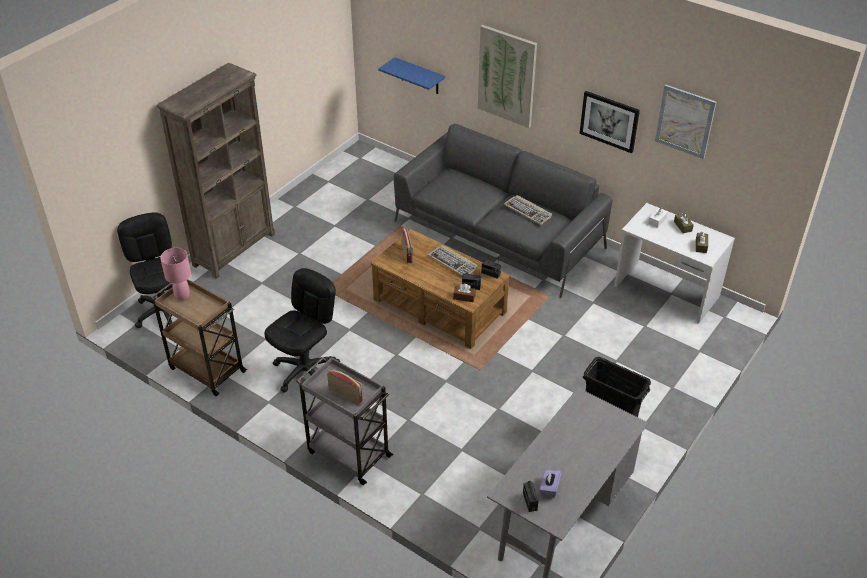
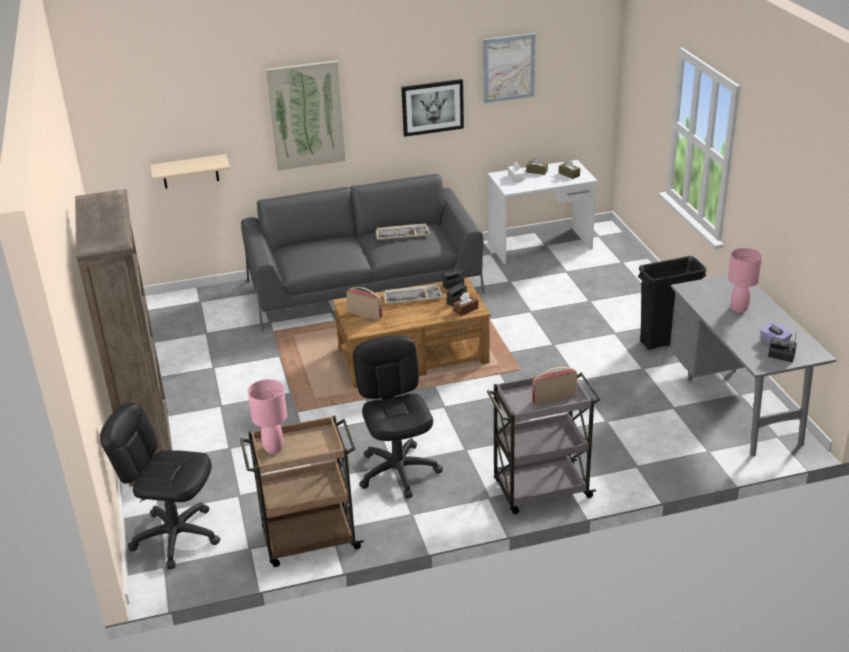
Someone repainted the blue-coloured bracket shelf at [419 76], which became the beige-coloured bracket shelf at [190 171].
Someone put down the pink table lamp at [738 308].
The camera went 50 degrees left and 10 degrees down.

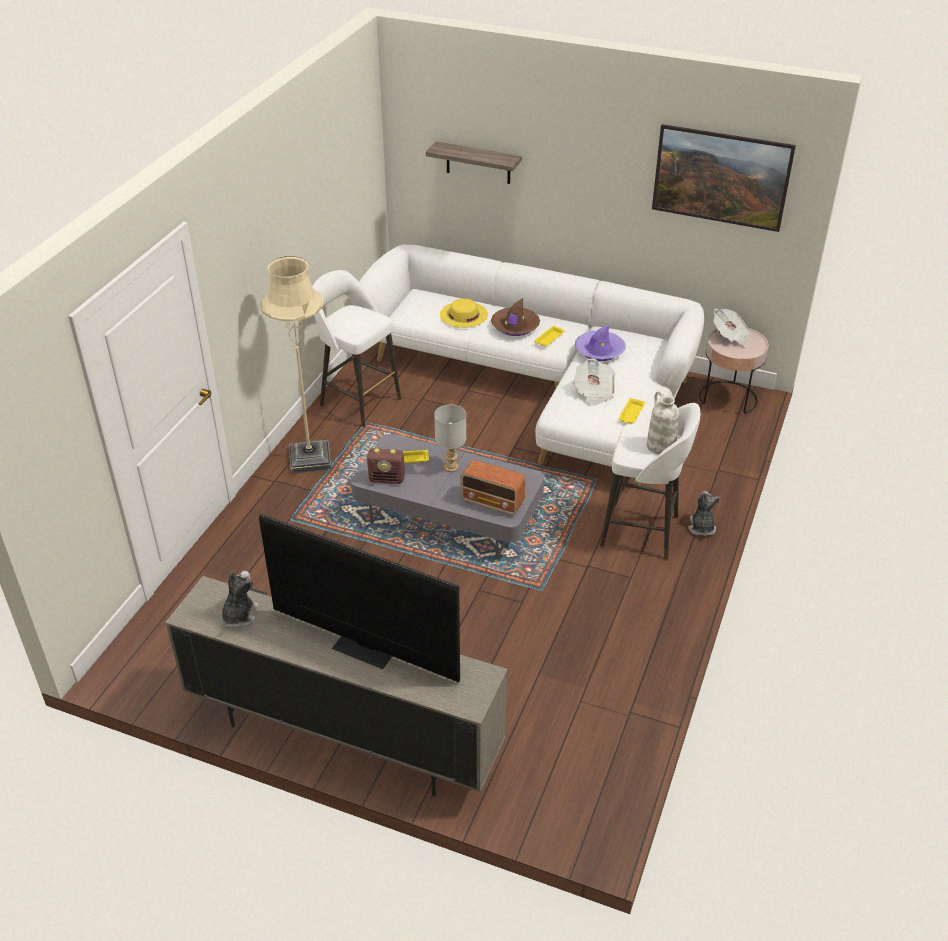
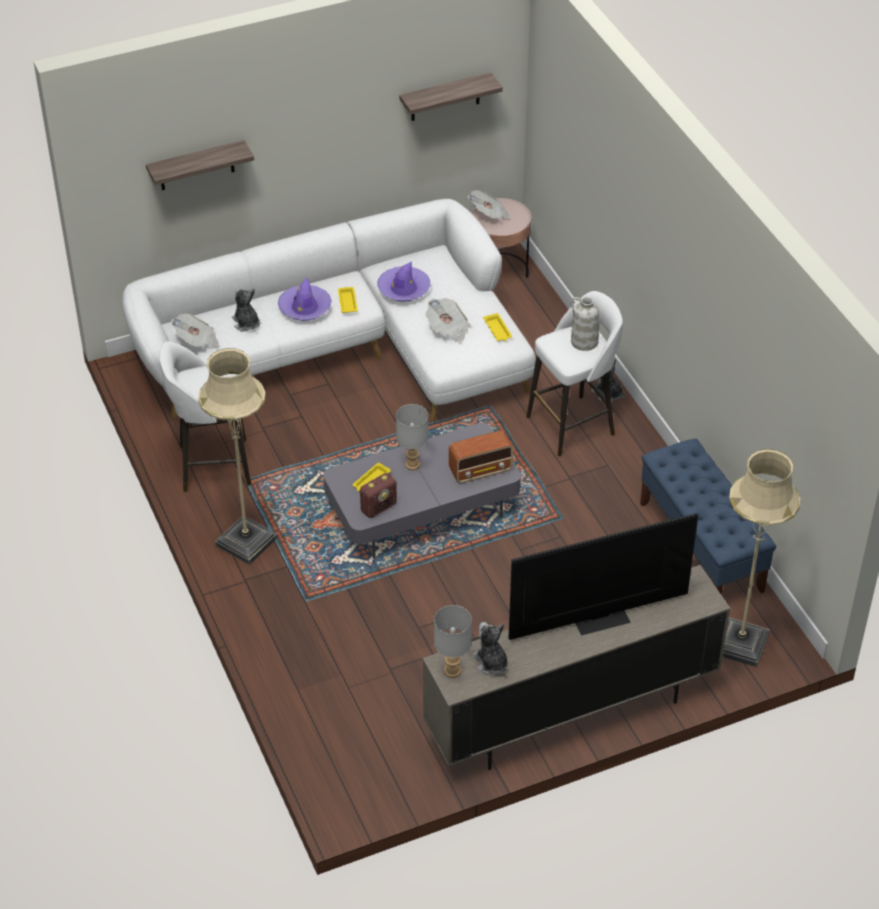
Someone put down the newspaper at [197 341].
Someone swapped the yellowish hat at [463 314] for the plush toy at [246 323].
Someone repainted the brownish hat at [515 326], which became the purplish hat at [305 308].
Someone swapped the picture at [718 198] for the bracket shelf at [445 97].
Someone put down the gray table lamp at [453 670].
Someone put down the blue-coloured indoor bench at [701 547].
Someone put down the beige-coloured standing lamp at [740 644].
The camera went 45 degrees left and 5 degrees up.

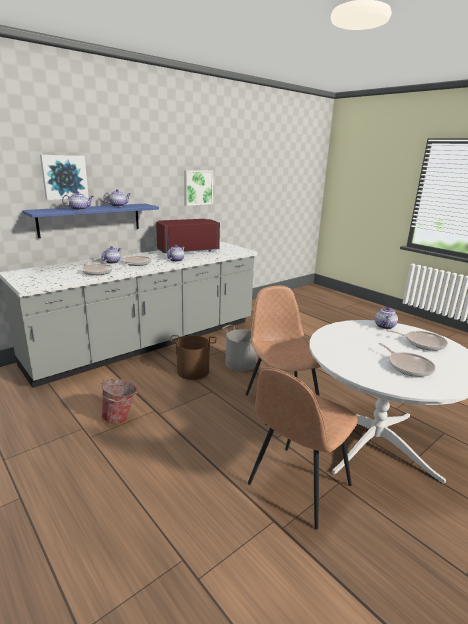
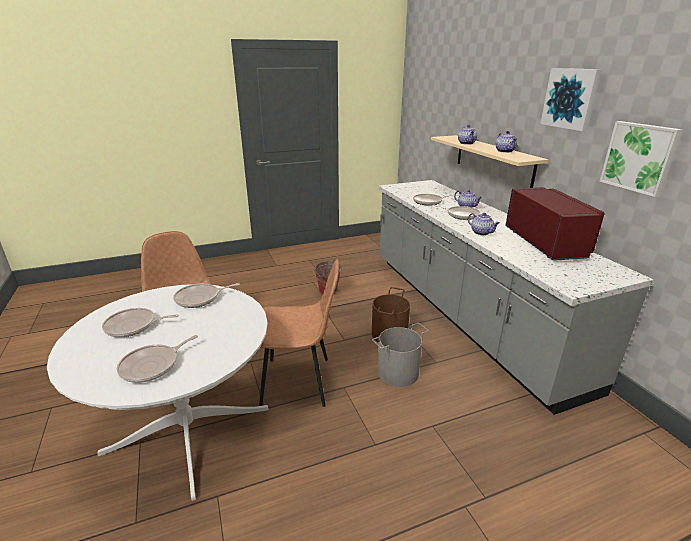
Someone put down the frying pan at [200 298].
Someone repainted the blue-coloured bracket shelf at [90 219], which became the beige-coloured bracket shelf at [493 160].
Someone carried the picture from [64 177] to [571 98].
Someone took away the teapot at [384 326].
The camera went 110 degrees right and 5 degrees up.

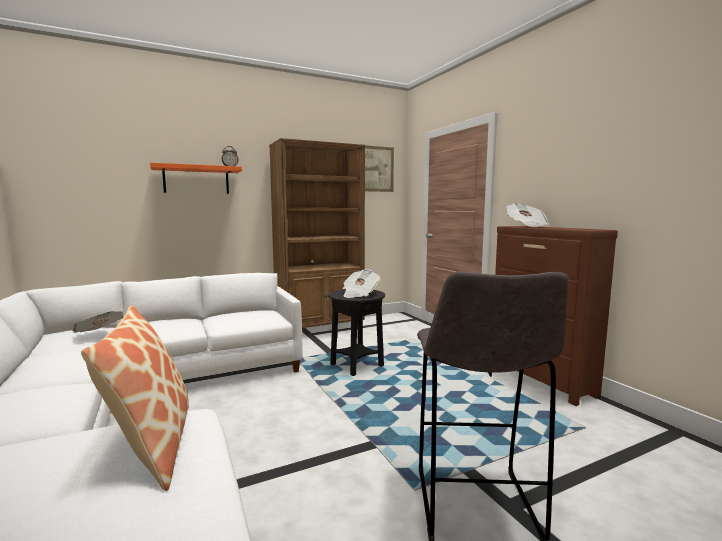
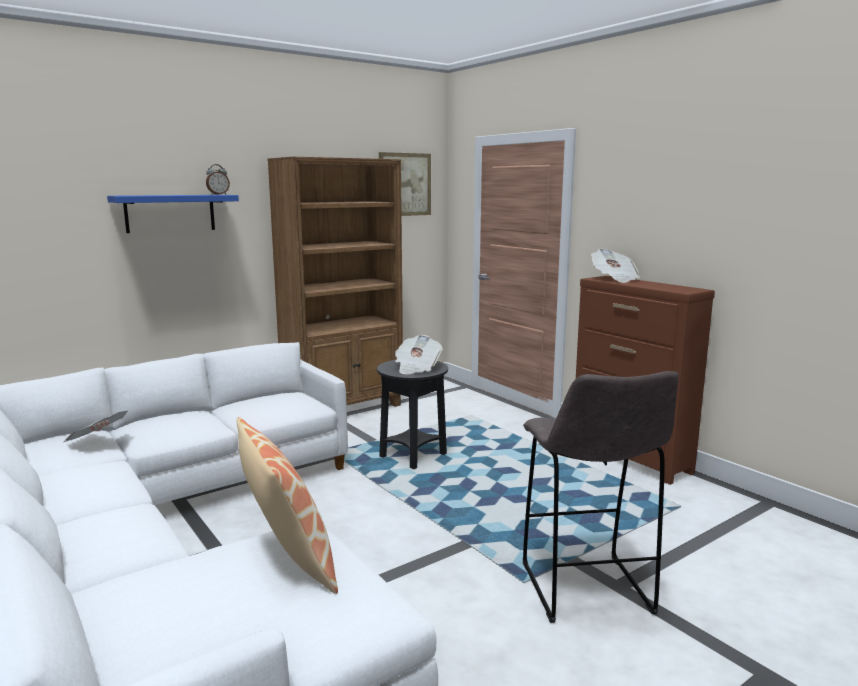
Someone repainted the orange-coloured bracket shelf at [196 180], which became the blue-coloured bracket shelf at [170 213].
The camera went 10 degrees left and 5 degrees up.

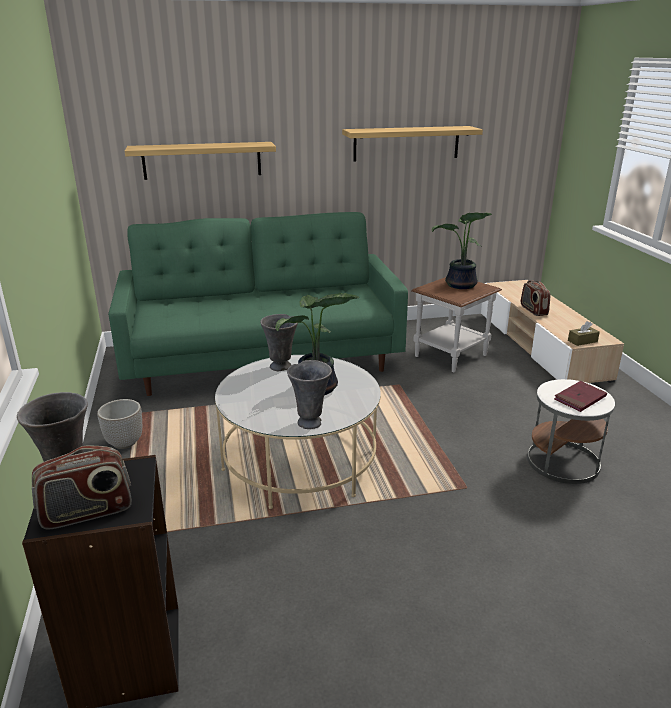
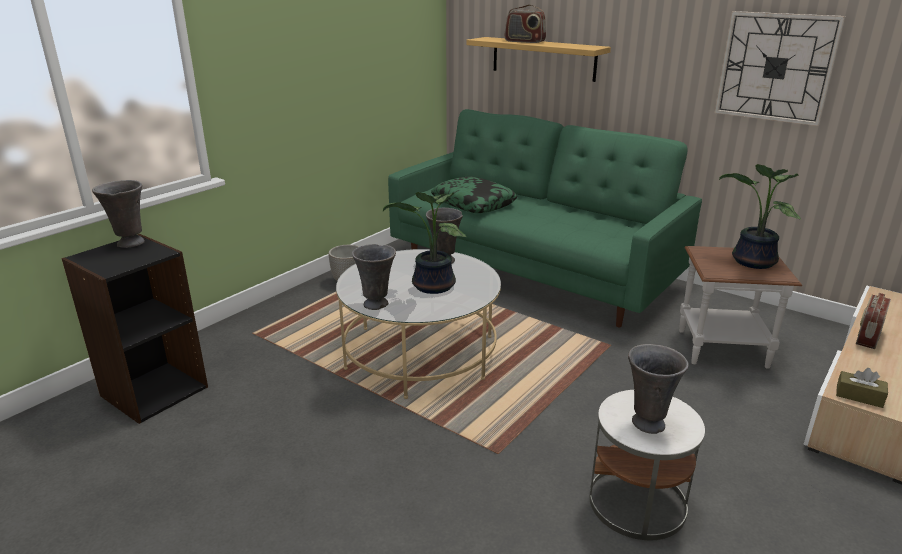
Someone put down the cushion at [473 203].
Someone carried the radio set from [87 512] to [524 41].
Someone swapped the red-coloured book at [580 398] for the gray decorative vase at [647 423].
Someone swapped the bracket shelf at [406 143] for the wall clock at [775 67].
The camera went 50 degrees right and 0 degrees up.

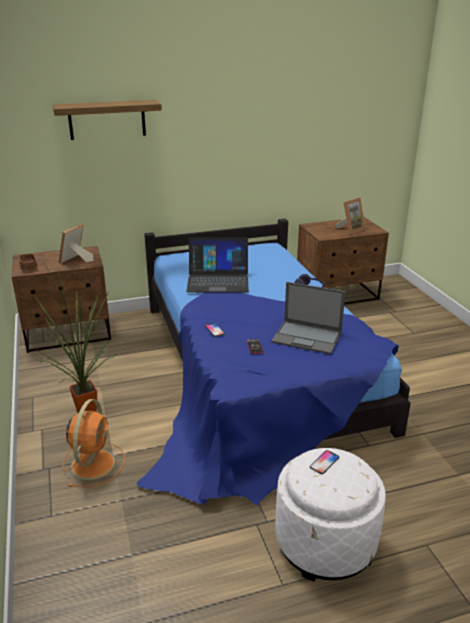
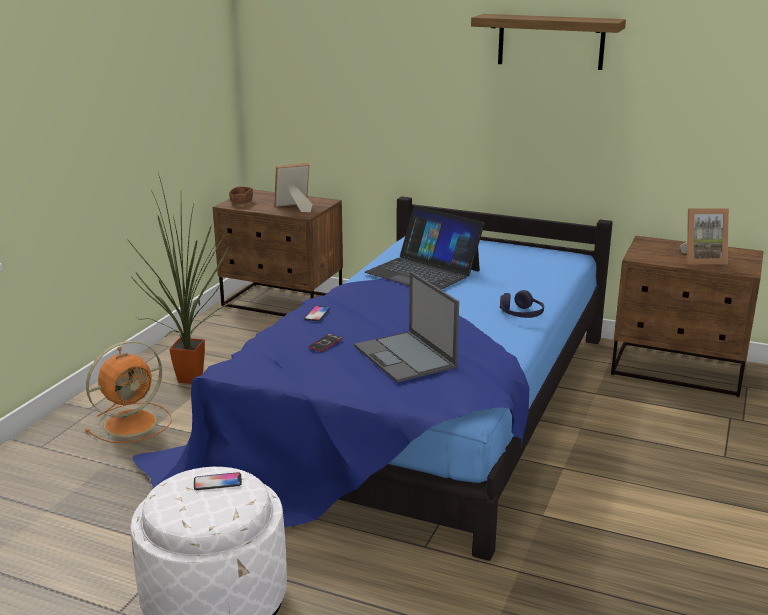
Someone carried the bracket shelf from [107 120] to [550 41].
The camera went 40 degrees right and 5 degrees down.

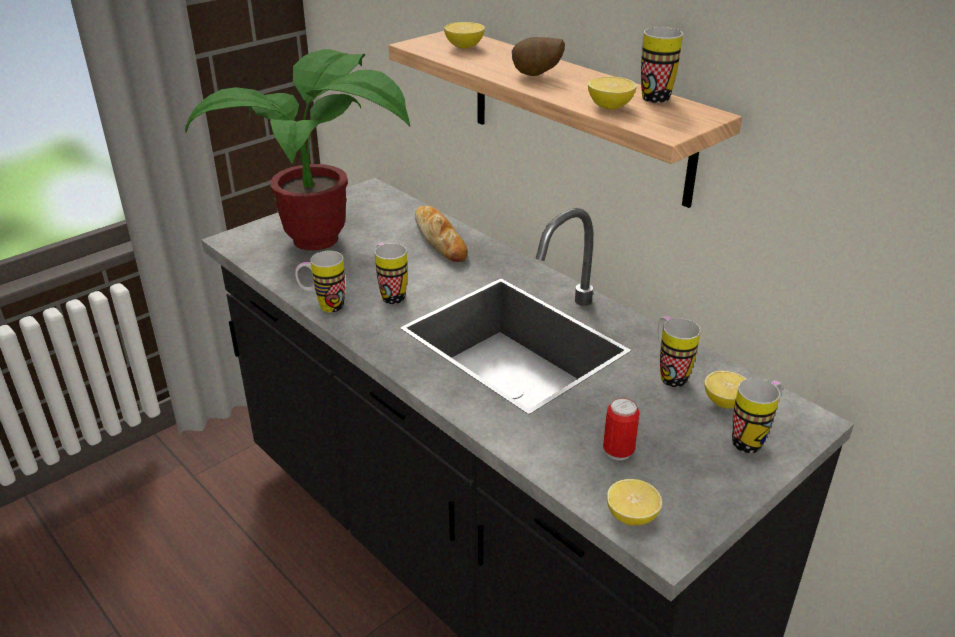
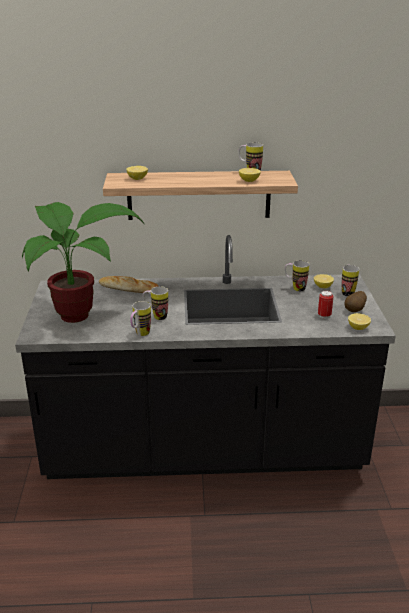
Someone carried the potato from [536 76] to [355 310].
The camera went 50 degrees left and 5 degrees down.

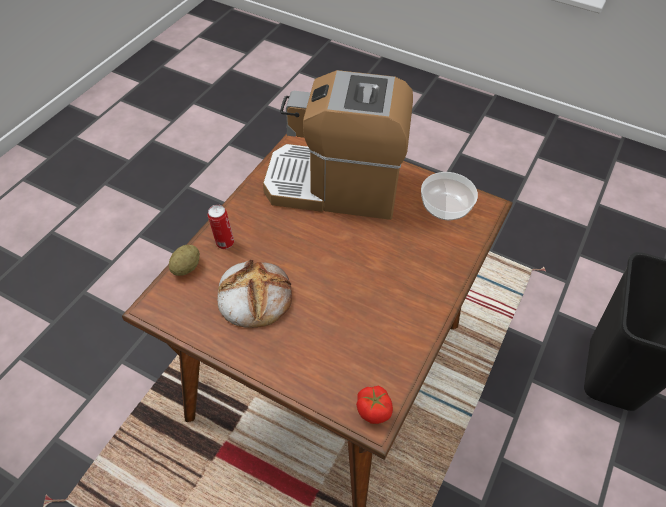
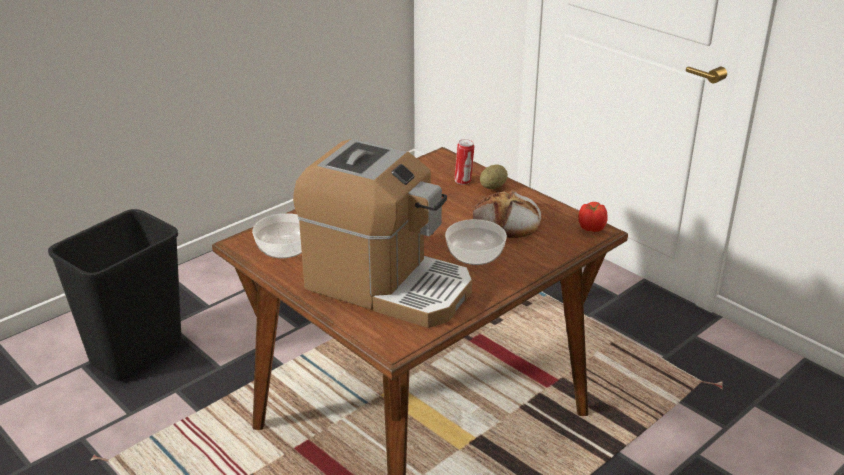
Someone put down the deep dish at [476 254].
Someone carried the sealed can from [223 242] to [463 181].
Someone carried the potato from [186 268] to [493 187].
Someone carried the tomato from [373 410] to [591 228].
The camera went 160 degrees left and 20 degrees down.

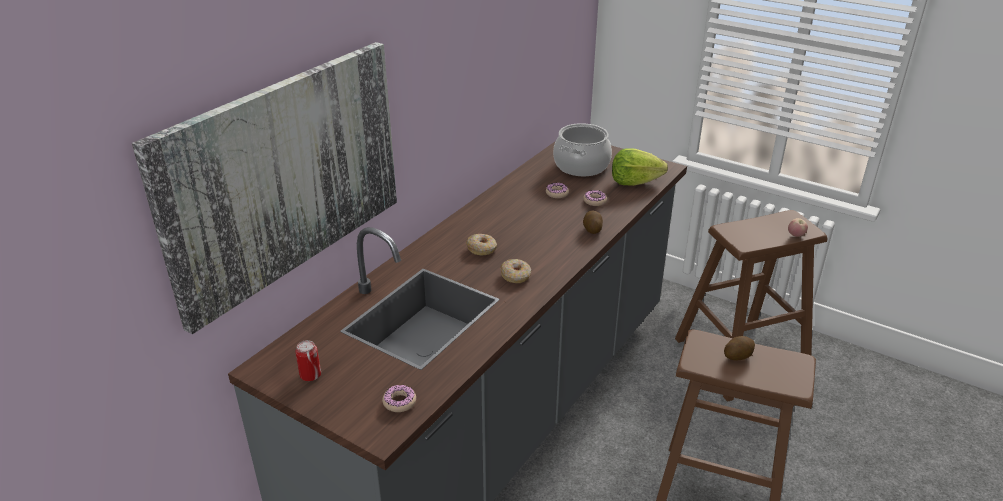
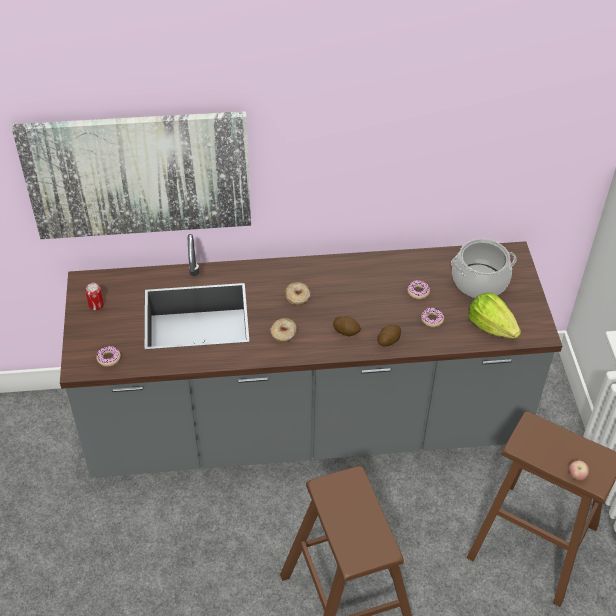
Someone carried the potato from [738 355] to [346 331].
The camera went 50 degrees right and 15 degrees up.

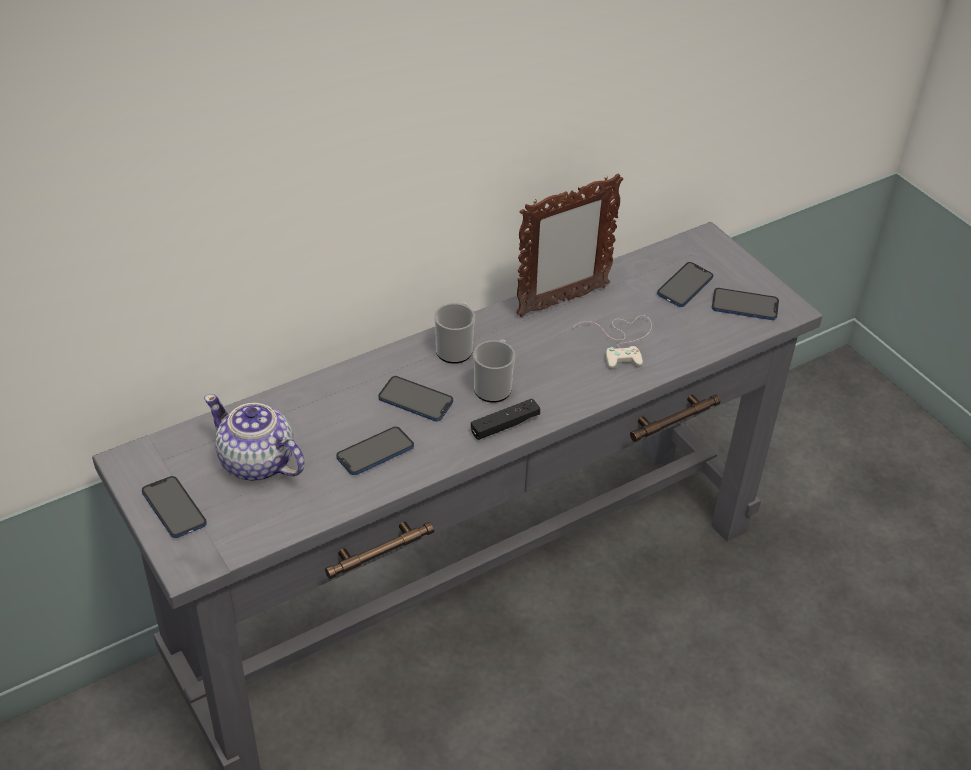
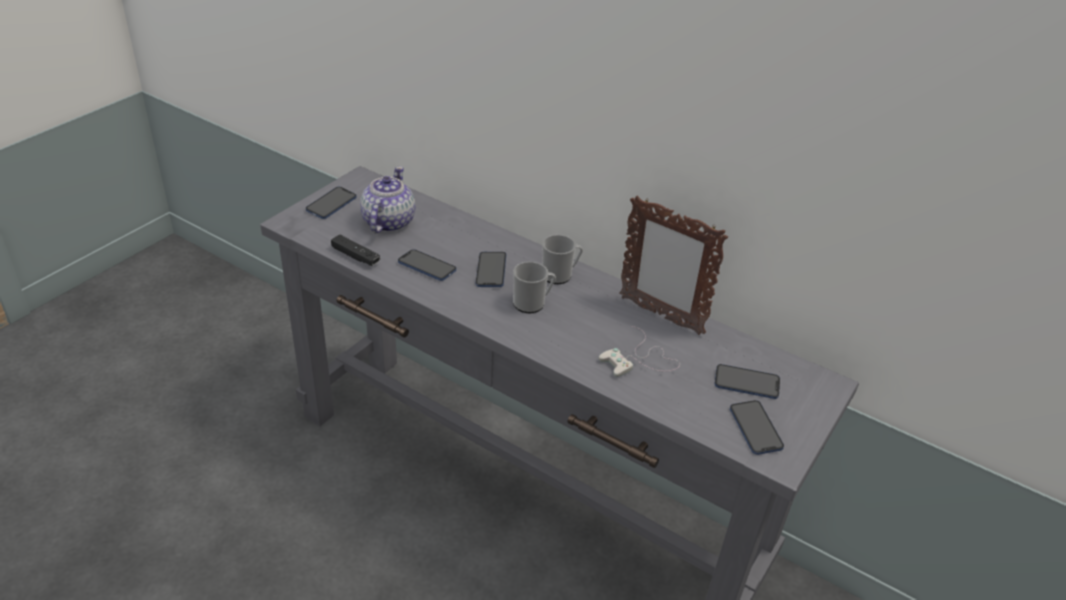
Someone carried the black joypad from [505 425] to [355 256].
The camera went 65 degrees right and 5 degrees down.

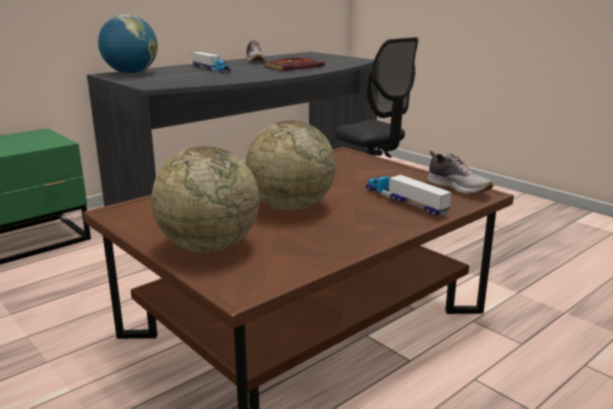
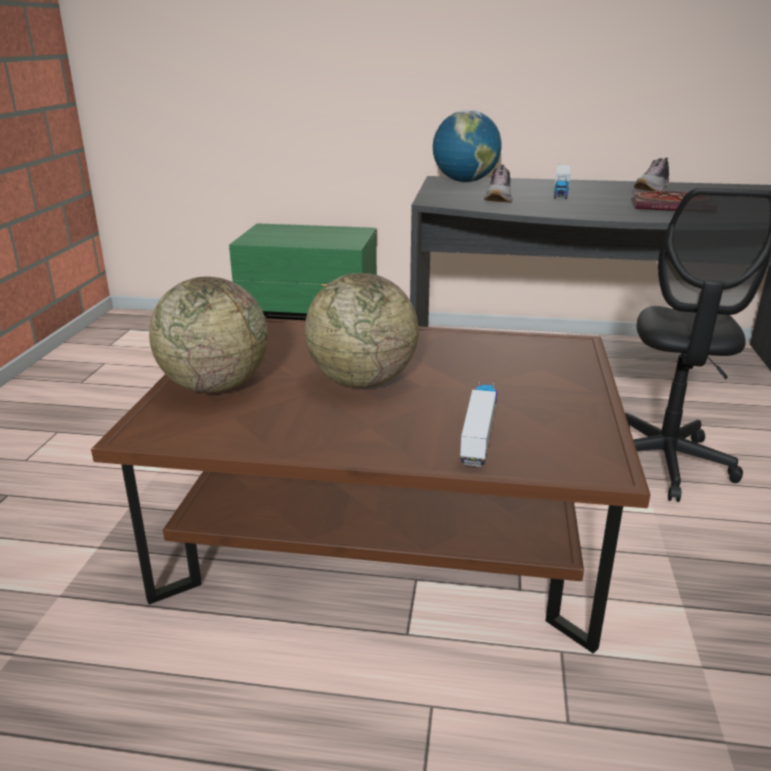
Someone carried the shoe from [458 187] to [499 199].
The camera went 50 degrees right and 5 degrees up.

